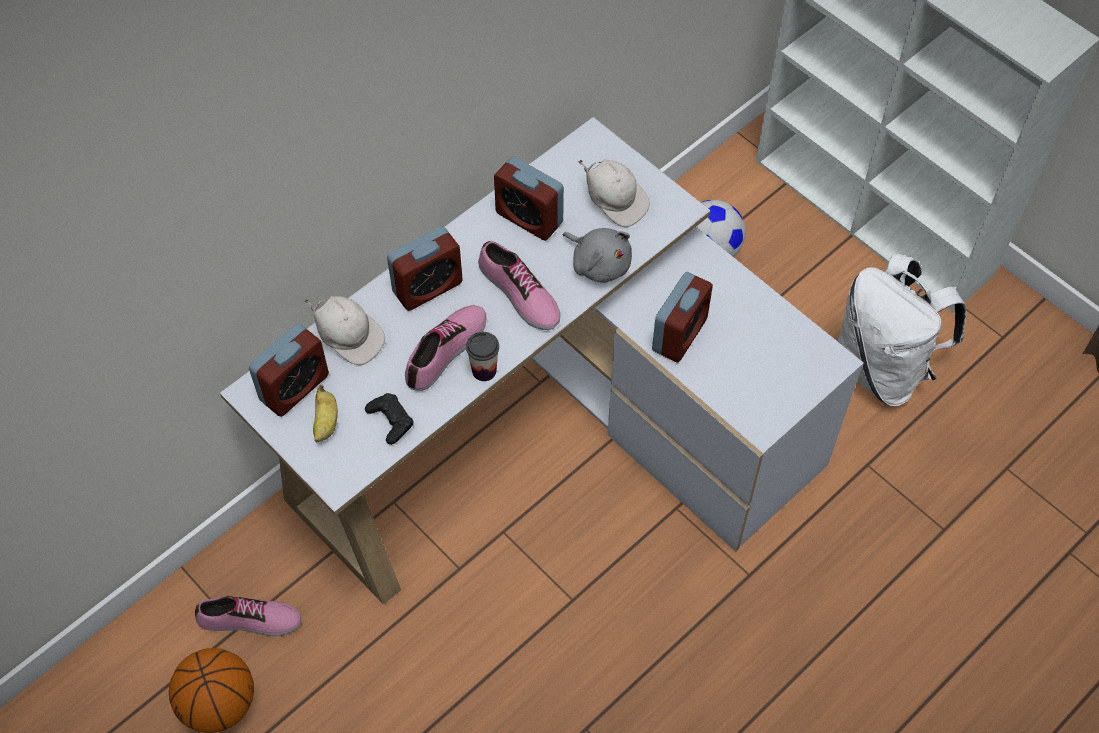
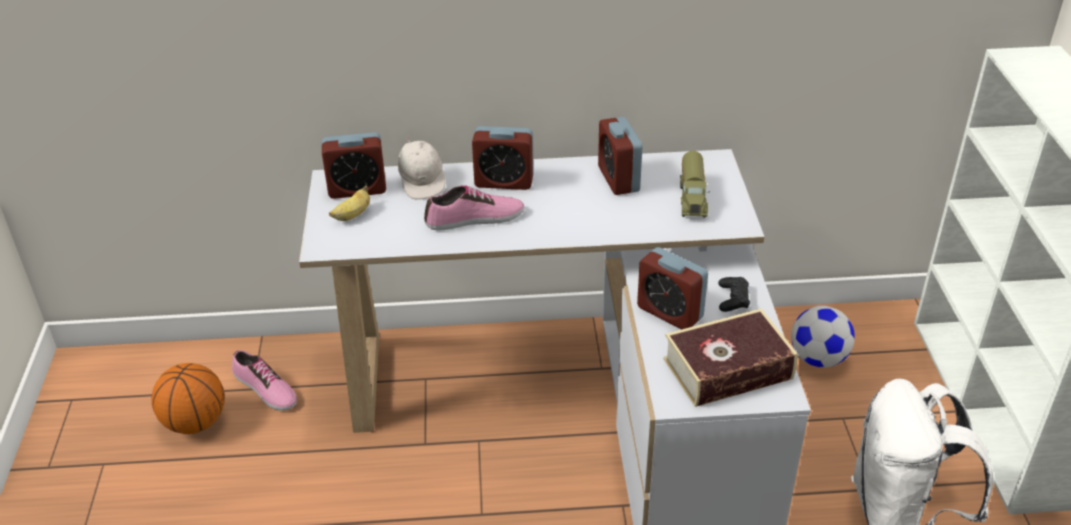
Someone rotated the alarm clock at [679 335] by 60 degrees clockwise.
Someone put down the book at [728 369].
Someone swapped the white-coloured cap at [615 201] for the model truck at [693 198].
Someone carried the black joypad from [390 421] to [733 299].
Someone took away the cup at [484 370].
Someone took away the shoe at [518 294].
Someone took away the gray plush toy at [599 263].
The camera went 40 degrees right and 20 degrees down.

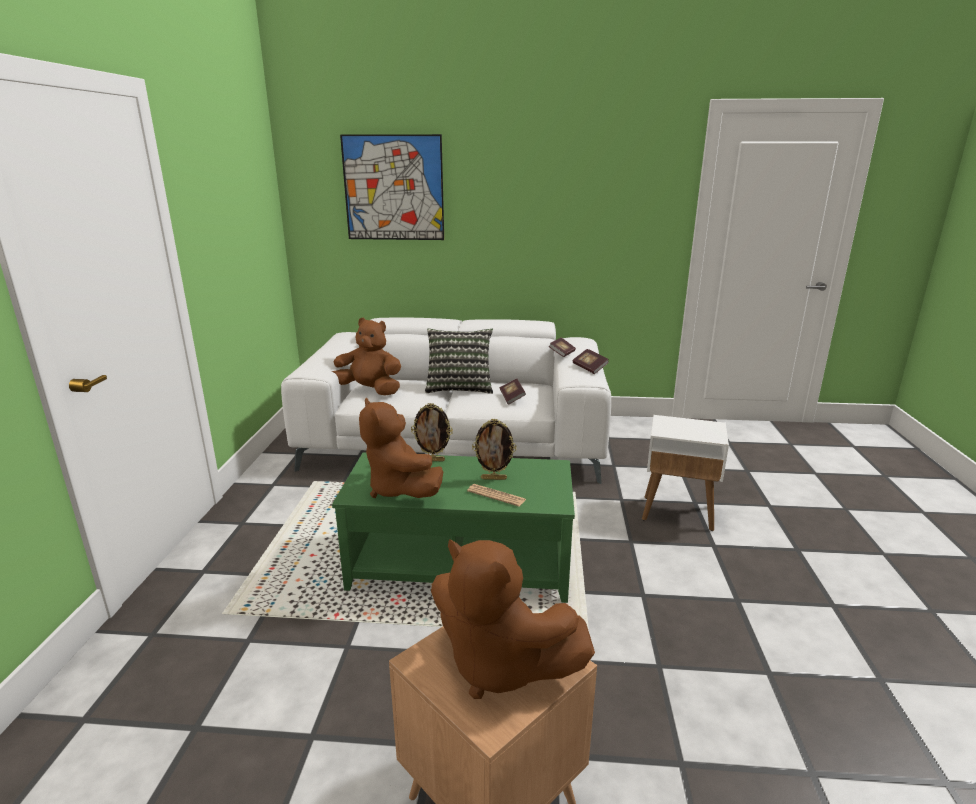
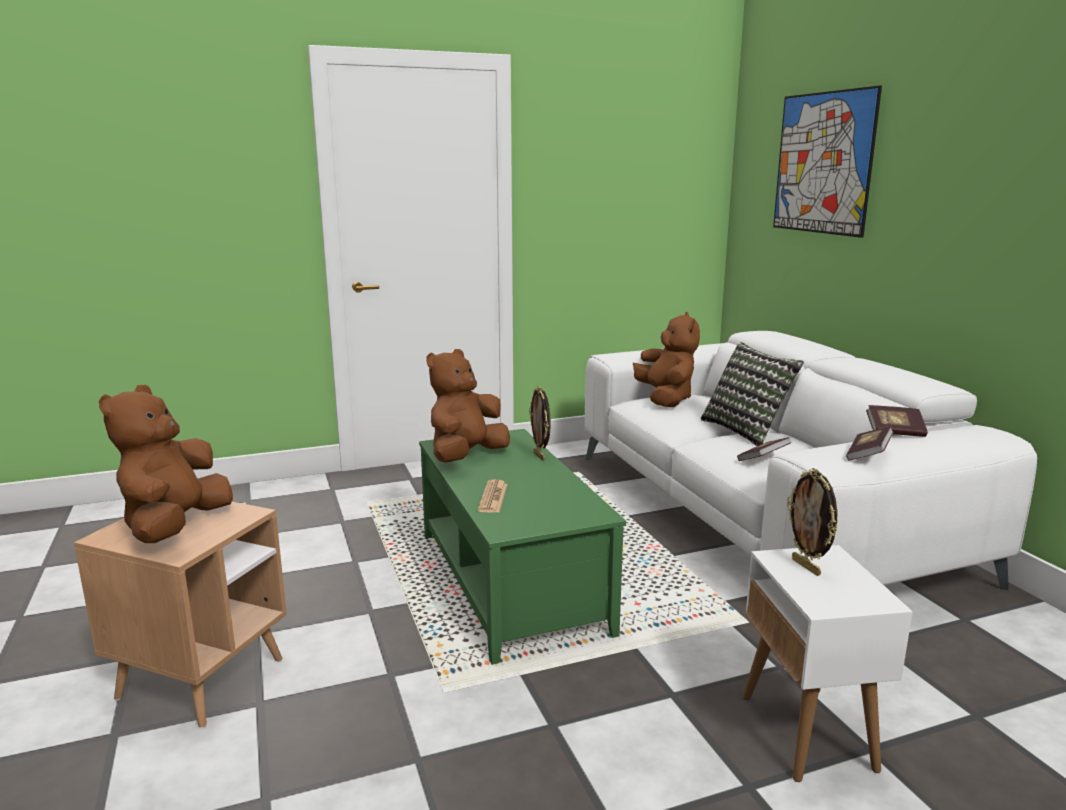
Someone carried the photo frame from [494 478] to [807 567].
The camera went 65 degrees right and 5 degrees down.

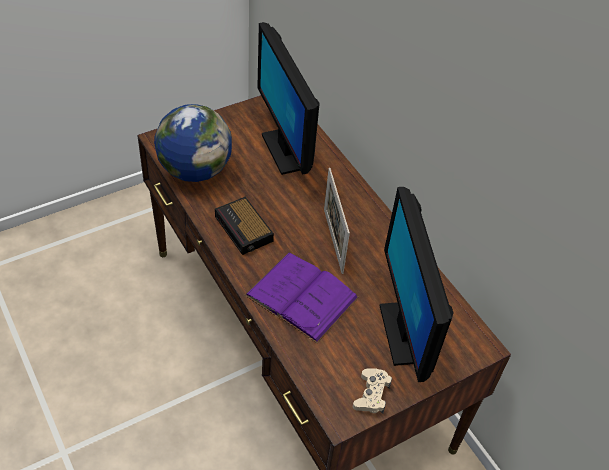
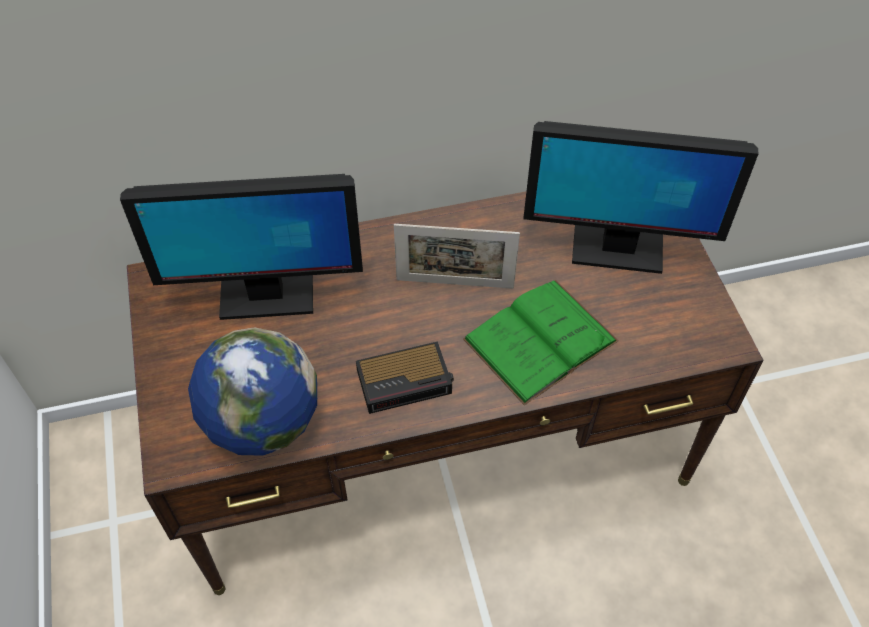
Someone repainted the purplish book at [301 296], which became the greenish book at [540 340].
Someone took away the beige-coloured joypad at [371 394].
The camera went 70 degrees left and 5 degrees up.

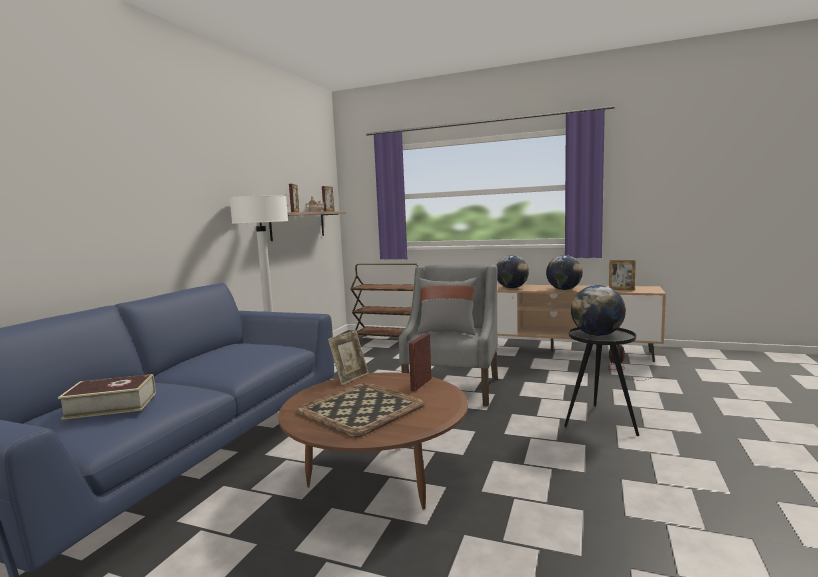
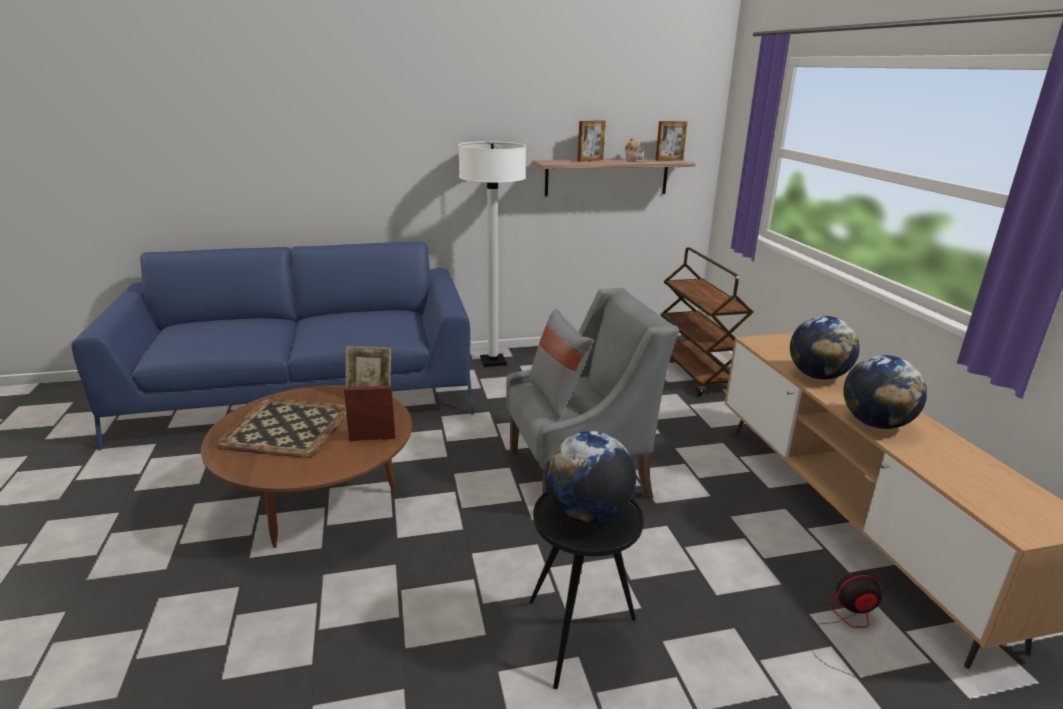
Someone took away the book at [111 405].
Someone took away the photo frame at [621 289].
The camera went 55 degrees right and 15 degrees up.

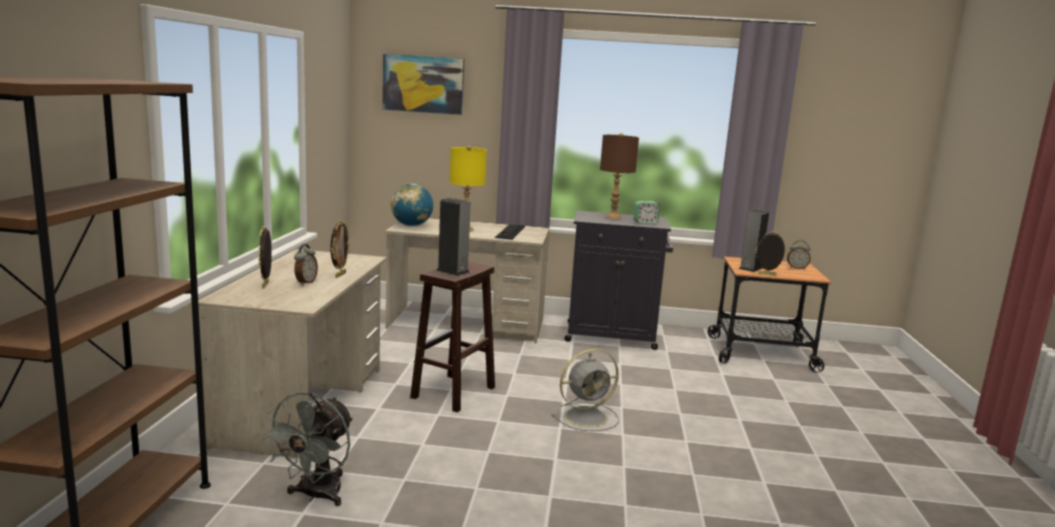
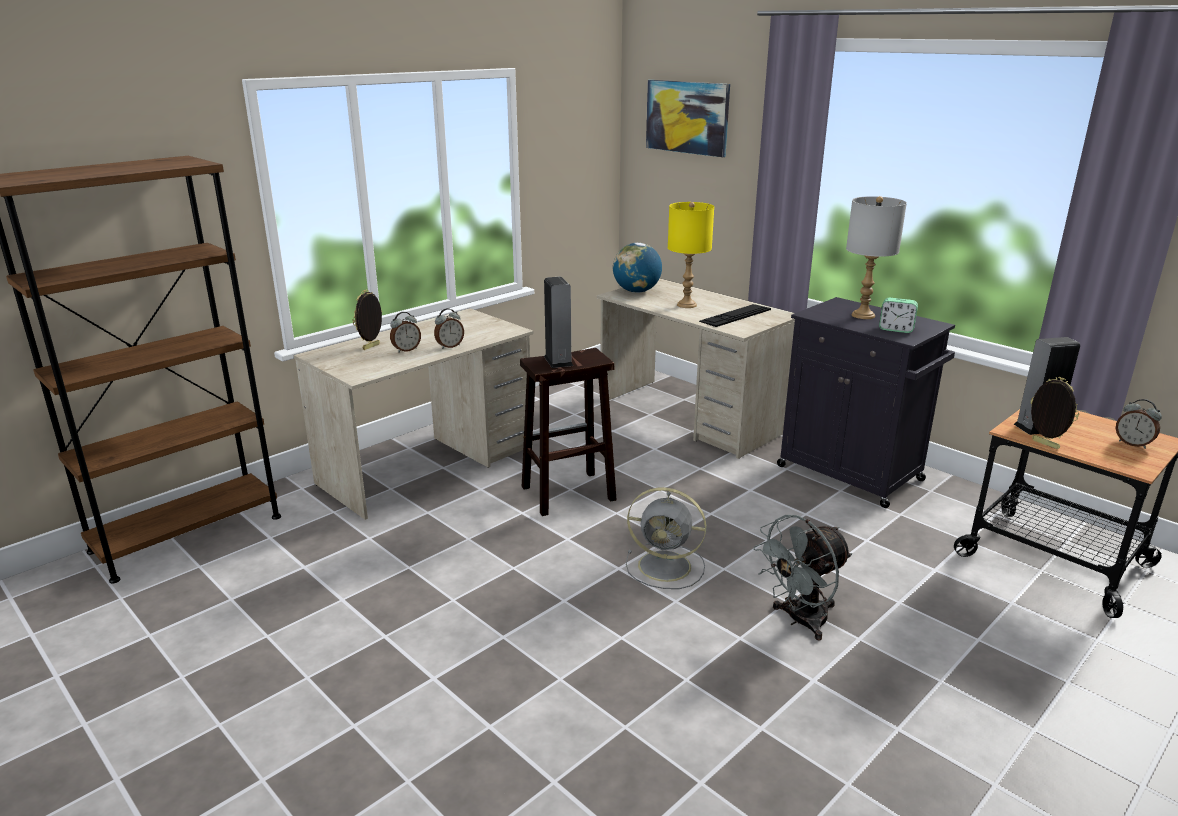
Someone swapped the photo frame at [339 275] for the alarm clock at [449 346].
Someone carried the gray cooling fan from [316 496] to [799 621].
Someone repainted the brownish table lamp at [613 217], which became the gray table lamp at [863 315].
The camera went 40 degrees right and 10 degrees up.

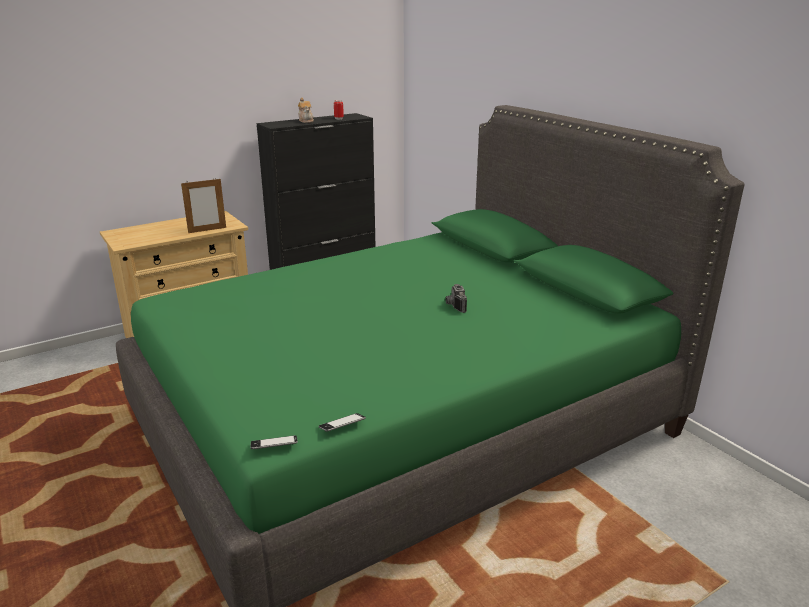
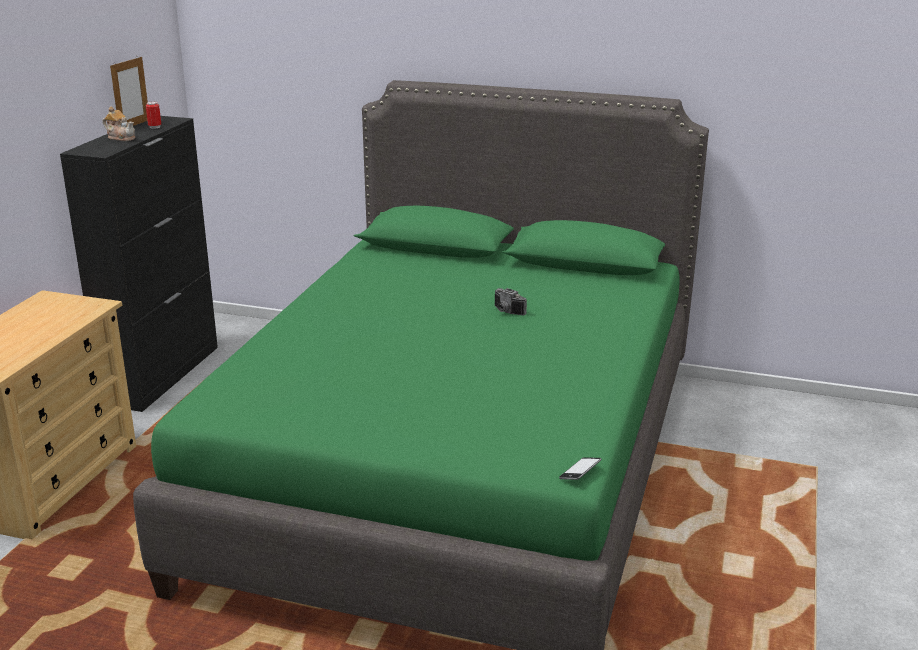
Someone carried the photo frame from [207 230] to [134 125].
Someone took away the phone at [342 425].
The camera went 40 degrees left and 0 degrees up.

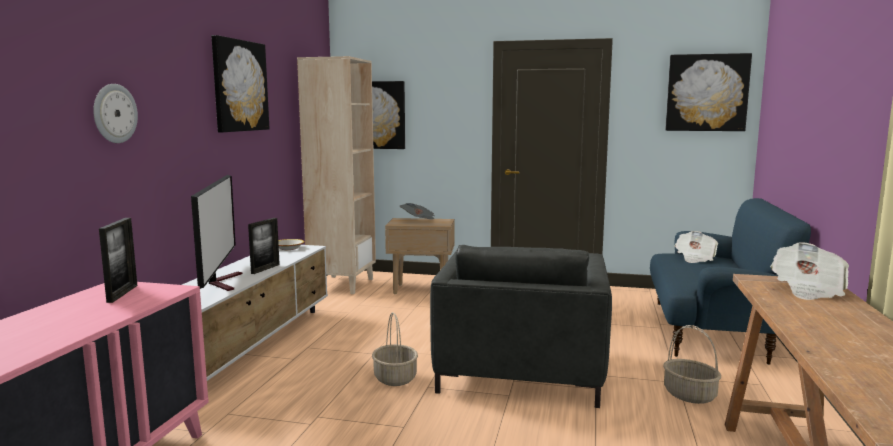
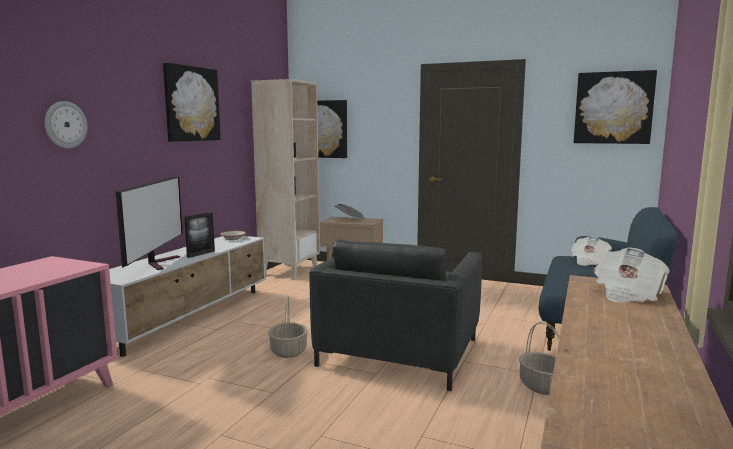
Someone took away the photo frame at [122 293].
The camera went 10 degrees right and 0 degrees up.

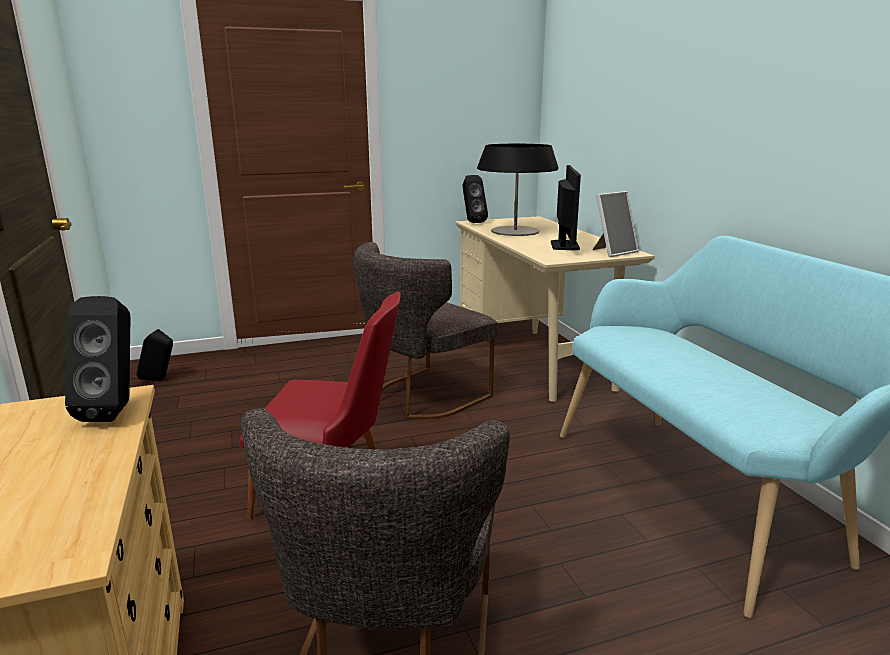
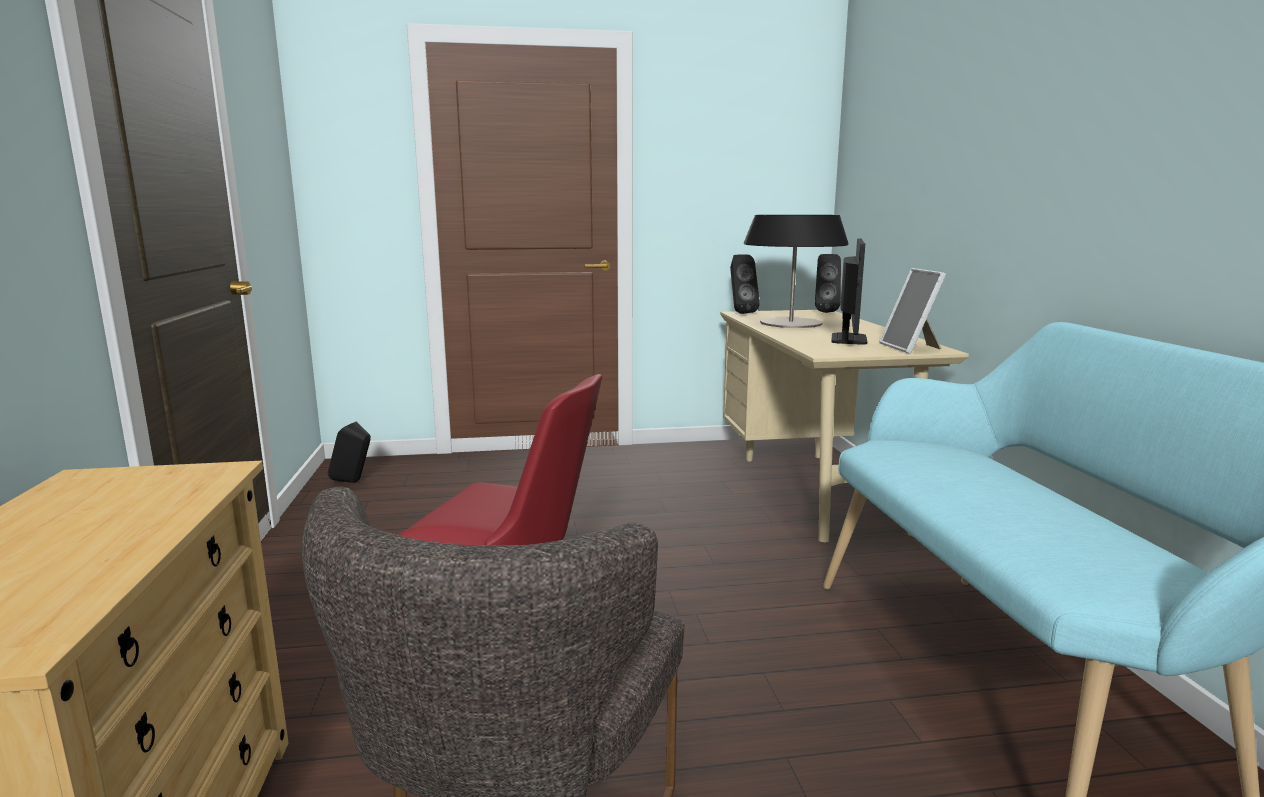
Someone carried the black loudspeaker from [116 410] to [825 312].
Someone rotated the photo frame at [613 252] by 105 degrees clockwise.
Someone took away the gray upright chair at [422 397].
The camera went 10 degrees right and 5 degrees down.

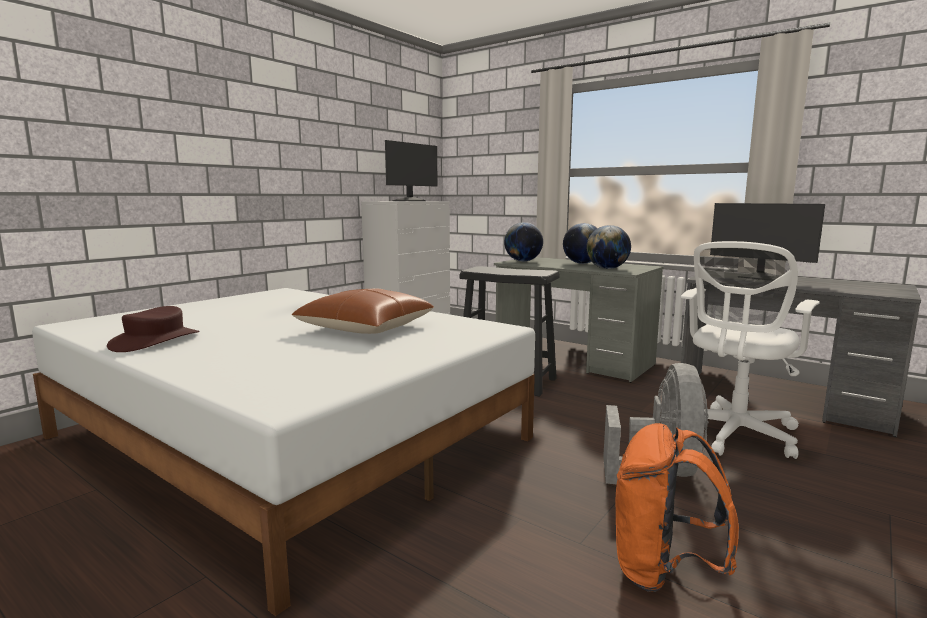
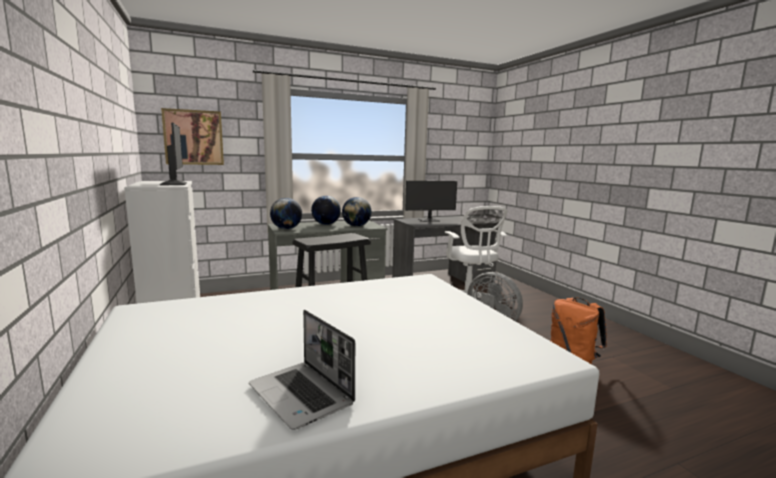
Someone put up the picture at [193 137].
Someone swapped the brownish hat at [155 341] for the portable computer at [302 395].
Someone took away the brownish cushion at [366 328].
The camera went 60 degrees left and 0 degrees up.

